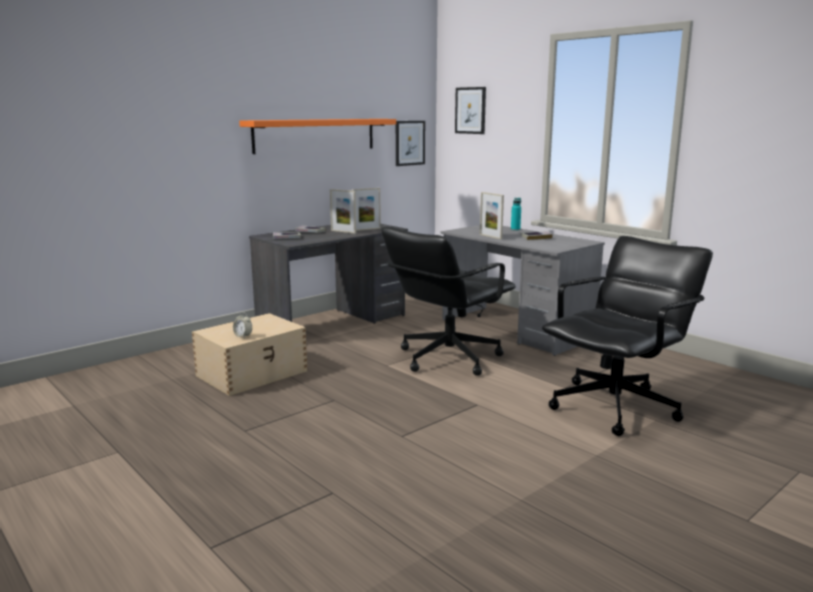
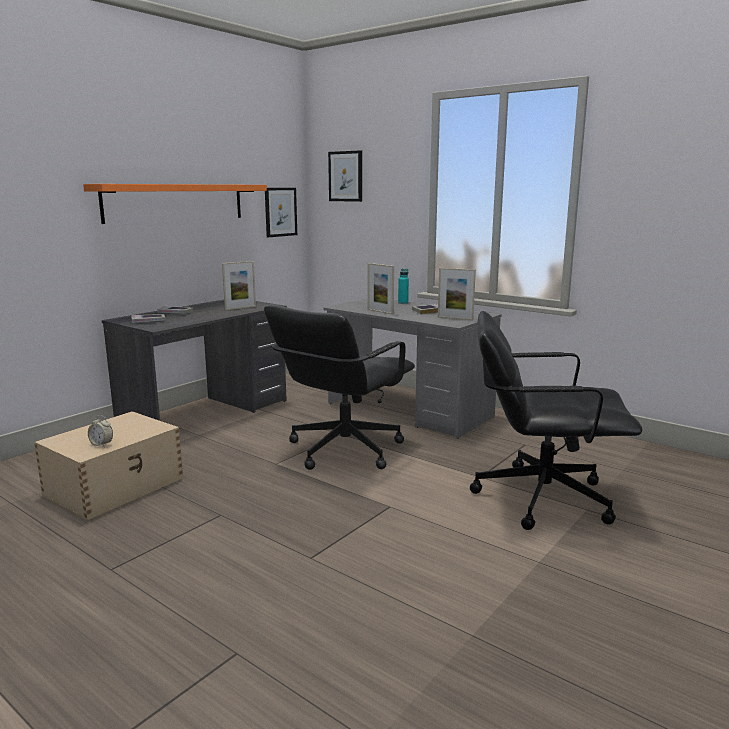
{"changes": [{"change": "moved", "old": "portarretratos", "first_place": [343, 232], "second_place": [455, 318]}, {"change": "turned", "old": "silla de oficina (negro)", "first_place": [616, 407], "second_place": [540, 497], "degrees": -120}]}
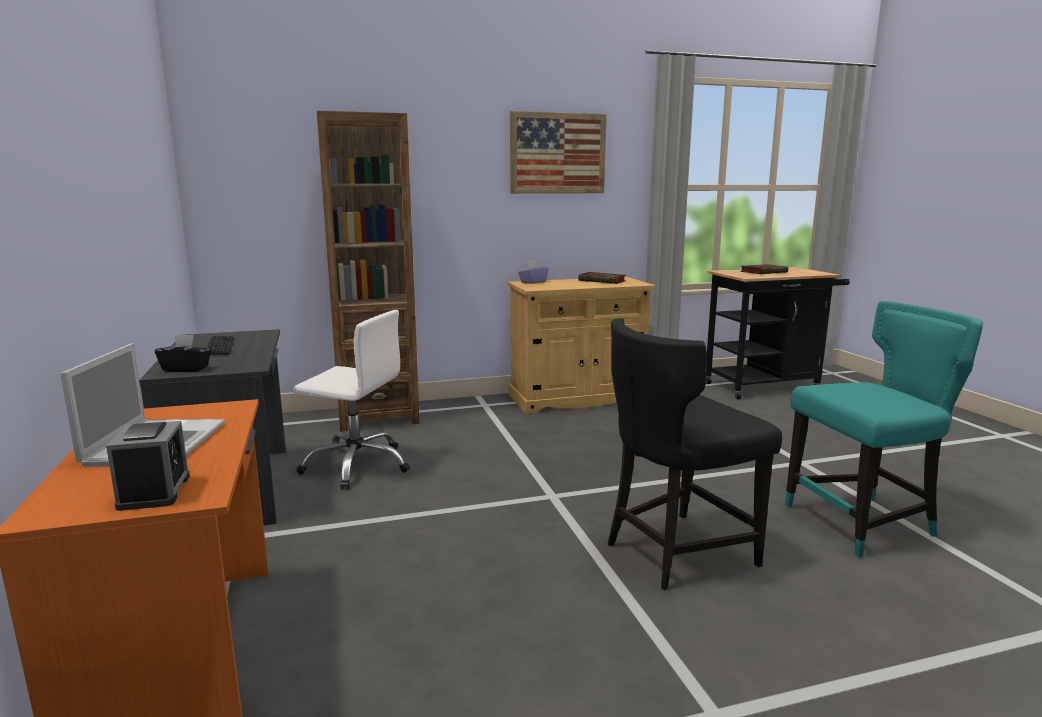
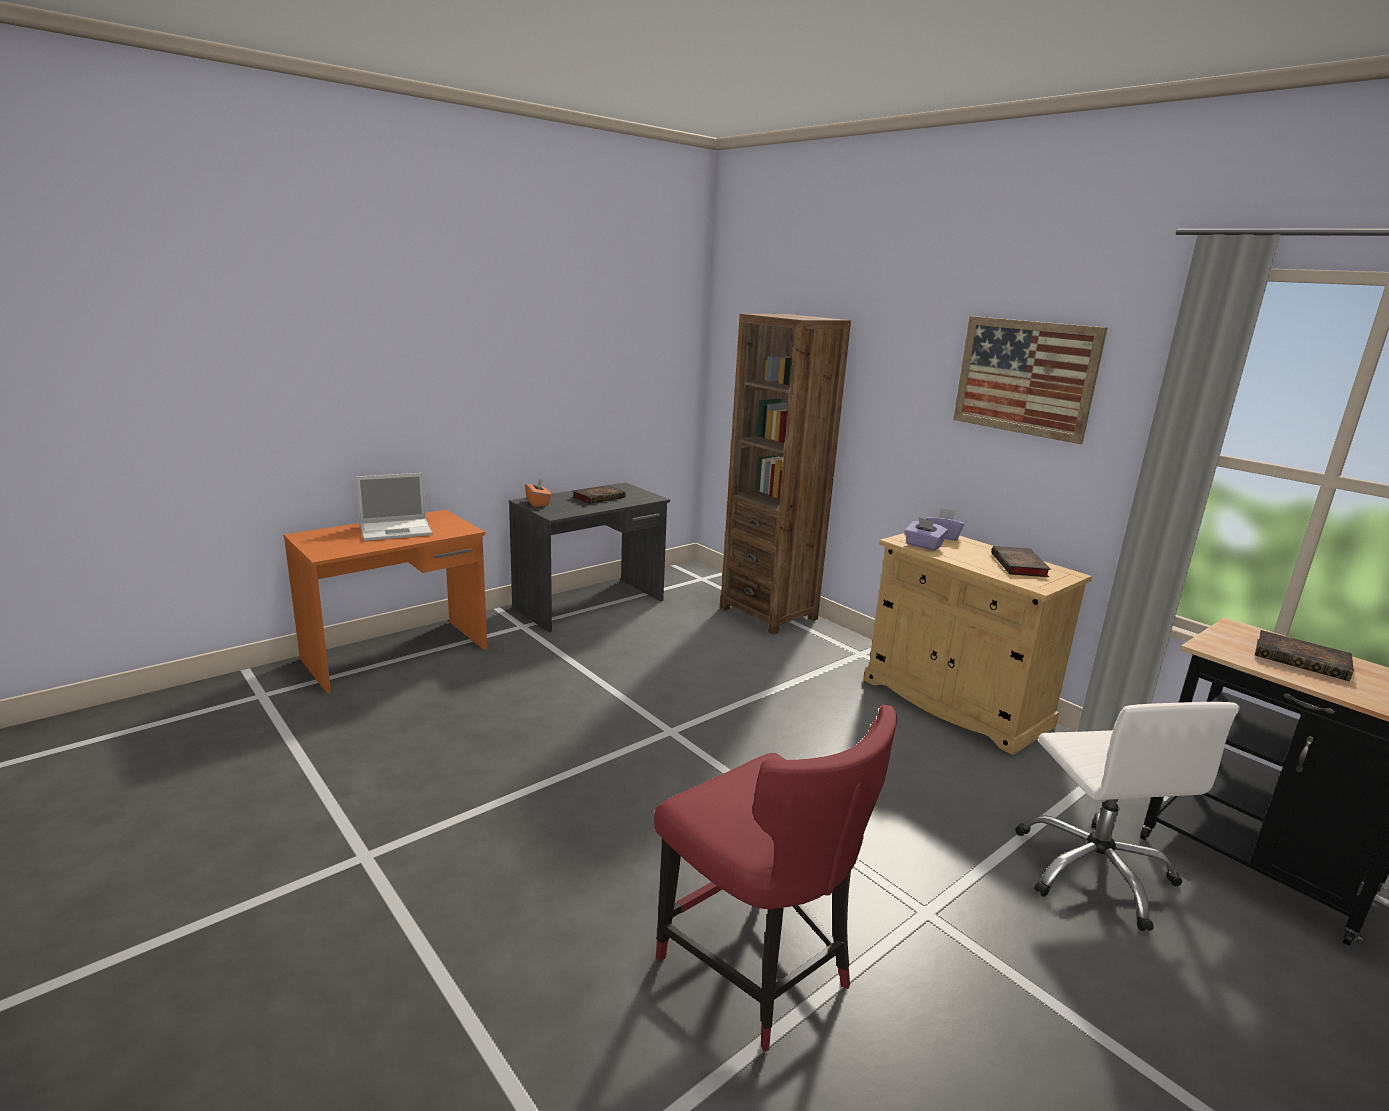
{"changes": [{"change": "removed", "old": "despertador", "first_place": [154, 492]}, {"change": "recoloured", "old": "caja de pañuelos (negro)", "new": "caja de pañuelos (naranja)", "first_place": [186, 369], "second_place": [538, 503]}, {"change": "replaced", "old": "teclado", "new": "libro", "first_place": [220, 347], "second_place": [599, 497]}, {"change": "moved", "old": "silla de oficina (blanco)", "first_place": [357, 465], "second_place": [1094, 871]}, {"change": "removed", "old": "silla (negro)", "first_place": [676, 552]}, {"change": "recoloured", "old": "silla (turquesa)", "new": "silla (rojo)", "first_place": [863, 523], "second_place": [758, 970]}, {"change": "added", "new": "caja de pañuelos (morado)", "second_place": [923, 546]}]}
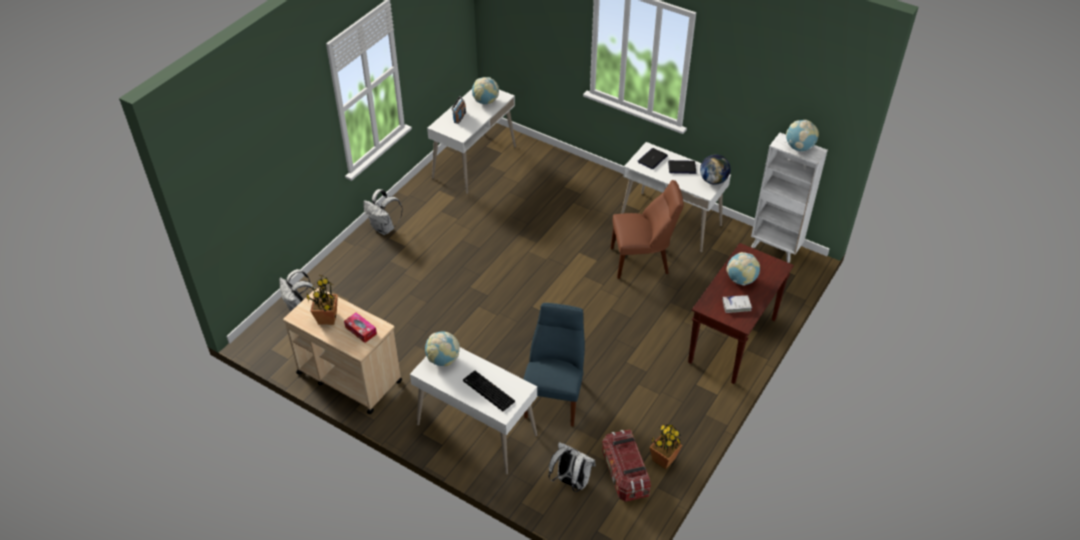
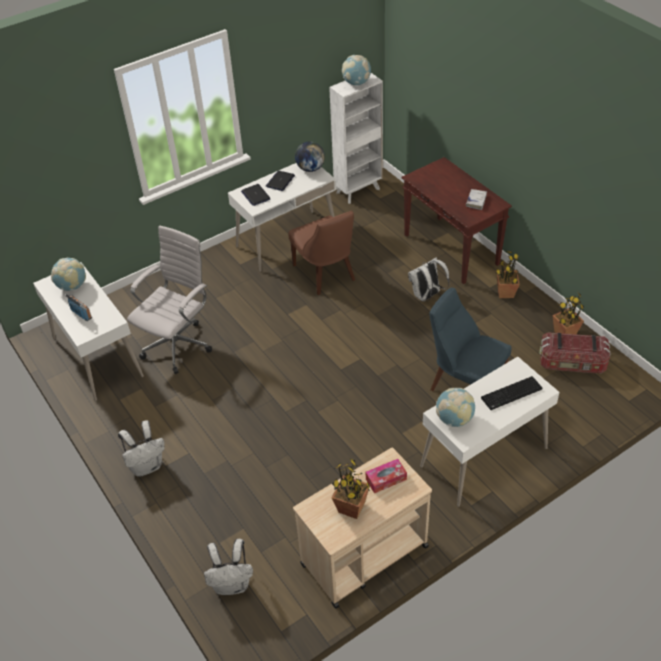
{"changes": [{"change": "moved", "old": "mochila (blanco)", "first_place": [571, 481], "second_place": [426, 296]}, {"change": "turned", "old": "silla (marrón)", "first_place": [642, 261], "second_place": [325, 274], "degrees": 135}, {"change": "removed", "old": "globo terráqueo", "first_place": [741, 280]}, {"change": "added", "new": "silla de oficina (blanco)", "second_place": [179, 344]}, {"change": "added", "new": "planta en maceta", "second_place": [505, 293]}]}
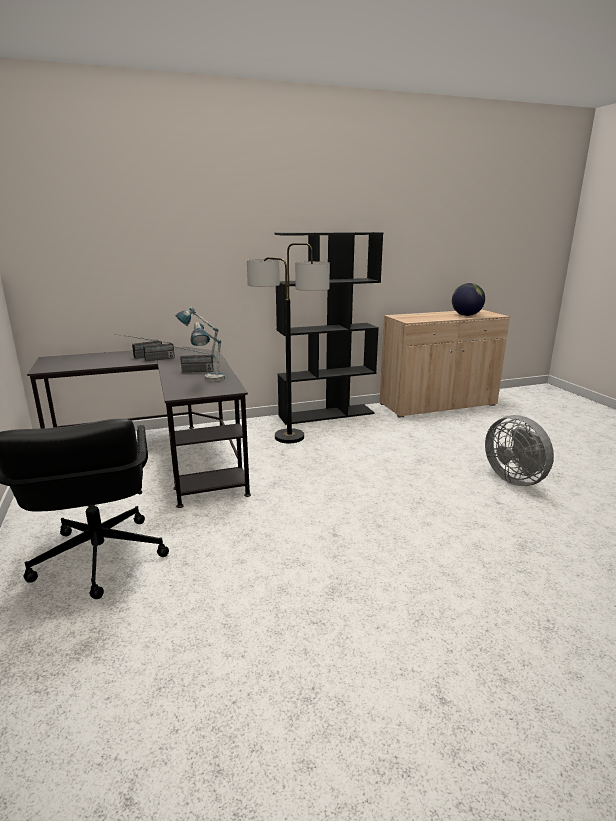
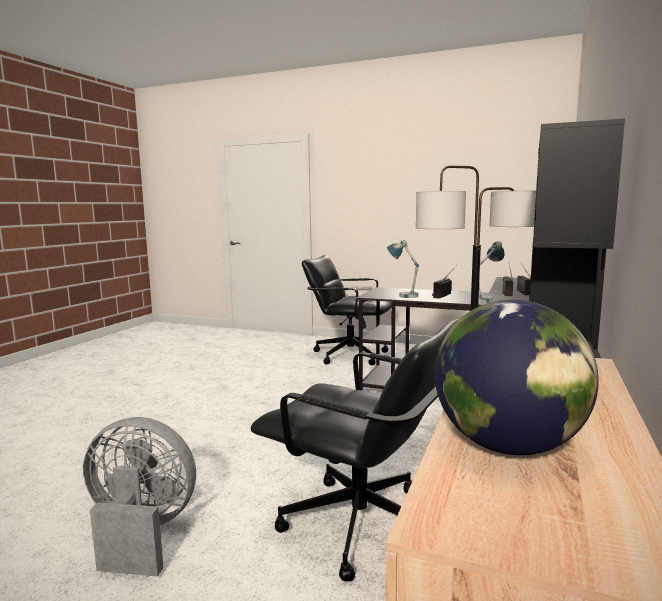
{"changes": [{"change": "added", "new": "silla de oficina (negro)", "second_place": [361, 526]}]}
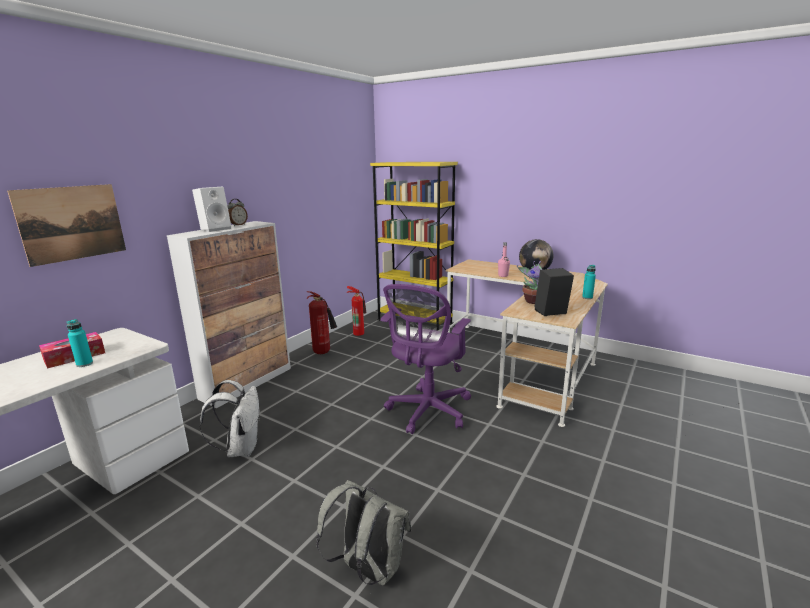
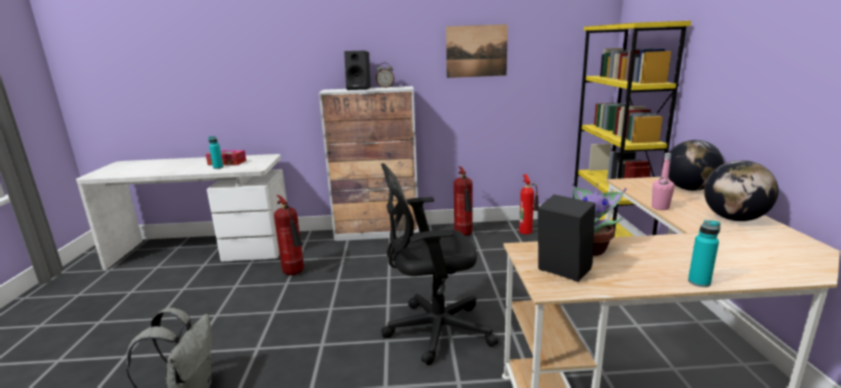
{"changes": [{"change": "moved", "old": "cuadro", "first_place": [72, 223], "second_place": [476, 51]}, {"change": "recoloured", "old": "altavoz (blanco)", "new": "altavoz (negro)", "first_place": [215, 229], "second_place": [360, 89]}, {"change": "replaced", "old": "mochila (blanco)", "new": "extintor", "first_place": [241, 448], "second_place": [295, 273]}, {"change": "recoloured", "old": "silla de oficina (morado)", "new": "silla de oficina (negro)", "first_place": [427, 412], "second_place": [433, 330]}, {"change": "added", "new": "globo terráqueo", "second_place": [689, 189]}]}
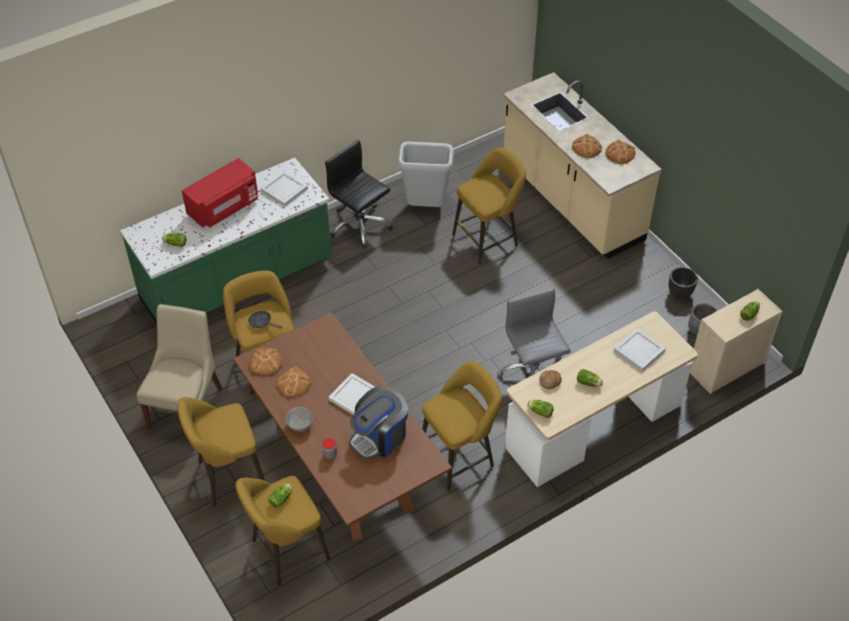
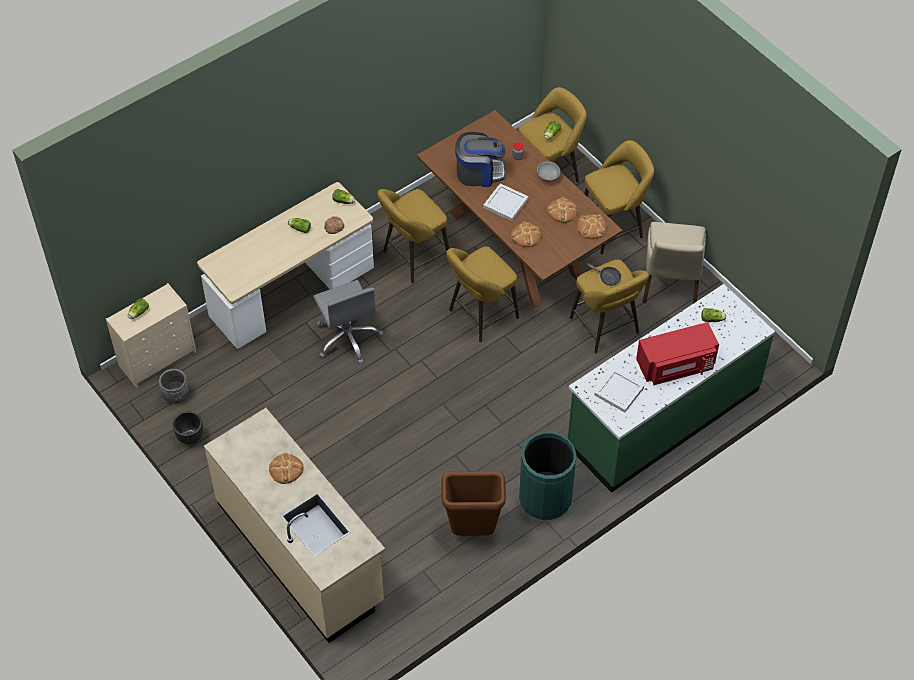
{"changes": [{"change": "turned", "old": "microondas (rojo)", "first_place": [224, 207], "second_place": [676, 365], "degrees": -150}, {"change": "replaced", "old": "silla de oficina (negro)", "new": "papelera (verde)", "first_place": [359, 226], "second_place": [545, 498]}, {"change": "turned", "old": "cafetera", "first_place": [379, 437], "second_place": [479, 172], "degrees": 45}, {"change": "recoloured", "old": "papelera (gris)", "new": "papelera (marrón)", "first_place": [426, 206], "second_place": [472, 532]}, {"change": "moved", "old": "taburete (amarillo)", "first_place": [488, 239], "second_place": [480, 316]}, {"change": "moved", "old": "pan", "first_place": [620, 153], "second_place": [525, 235]}, {"change": "removed", "old": "bandeja (blanco)", "first_place": [639, 350]}]}
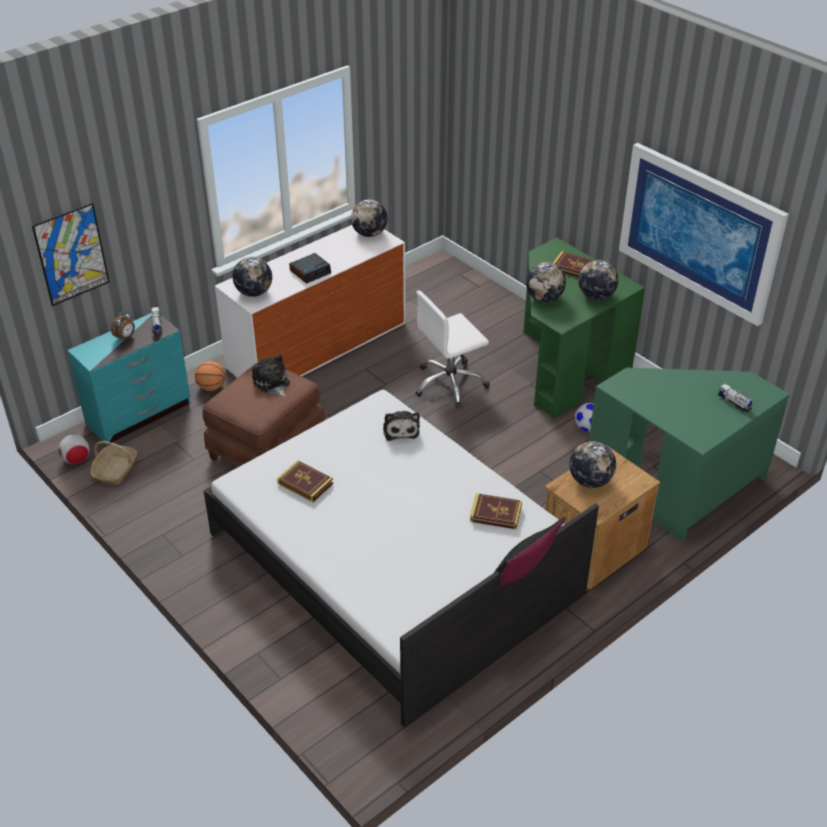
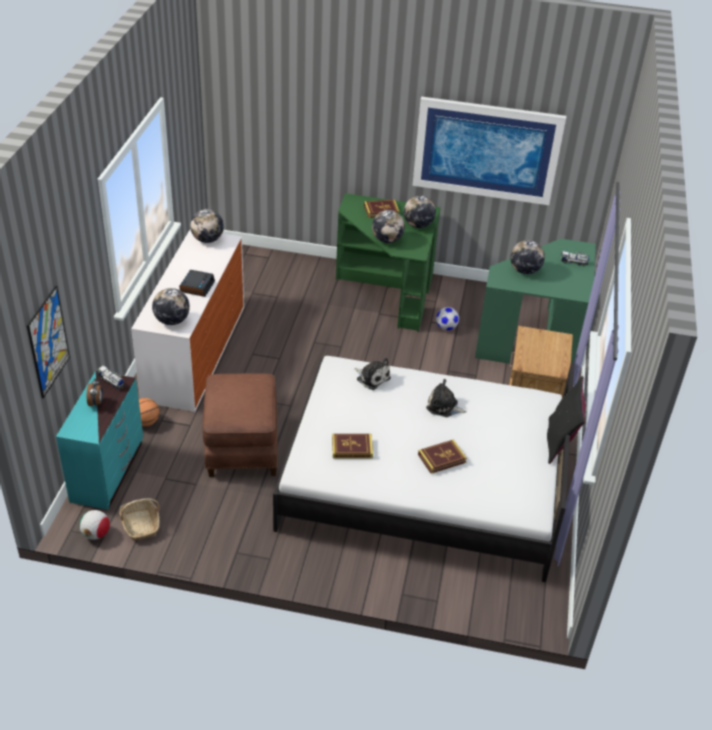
{"changes": [{"change": "moved", "old": "peluche", "first_place": [272, 383], "second_place": [444, 407]}, {"change": "removed", "old": "silla de oficina (blanco)", "first_place": [450, 384]}, {"change": "moved", "old": "libro", "first_place": [495, 513], "second_place": [442, 458]}, {"change": "moved", "old": "globo terráqueo", "first_place": [590, 481], "second_place": [524, 271]}]}
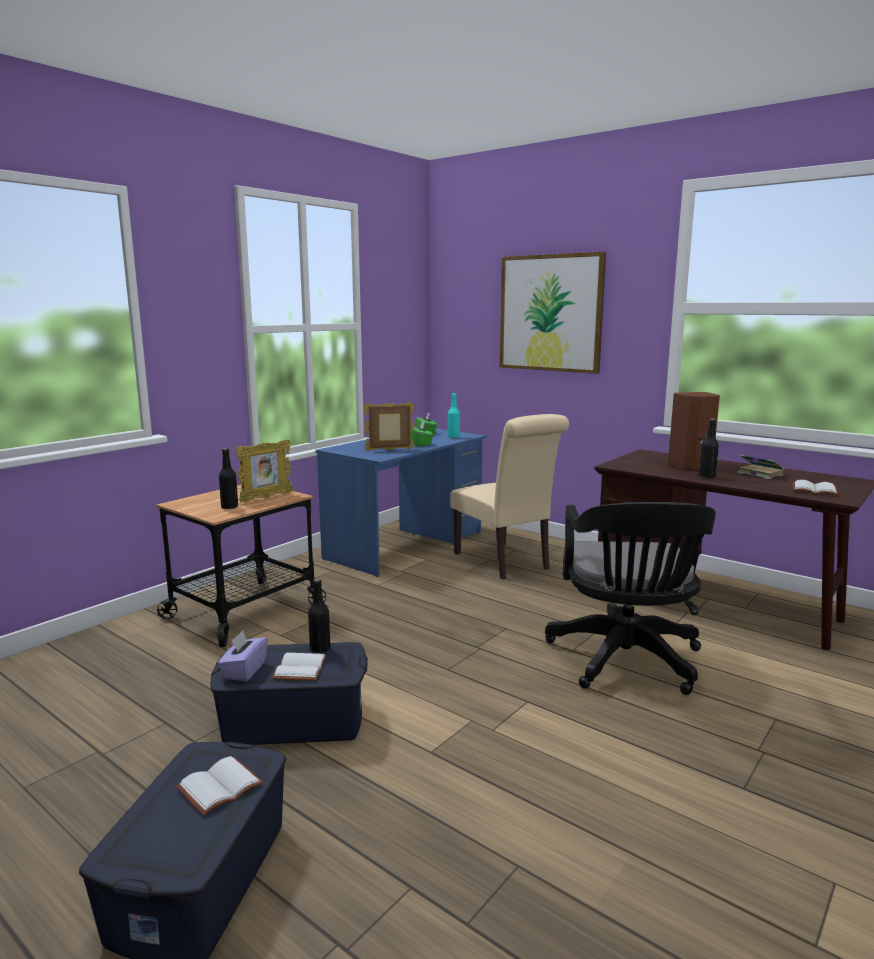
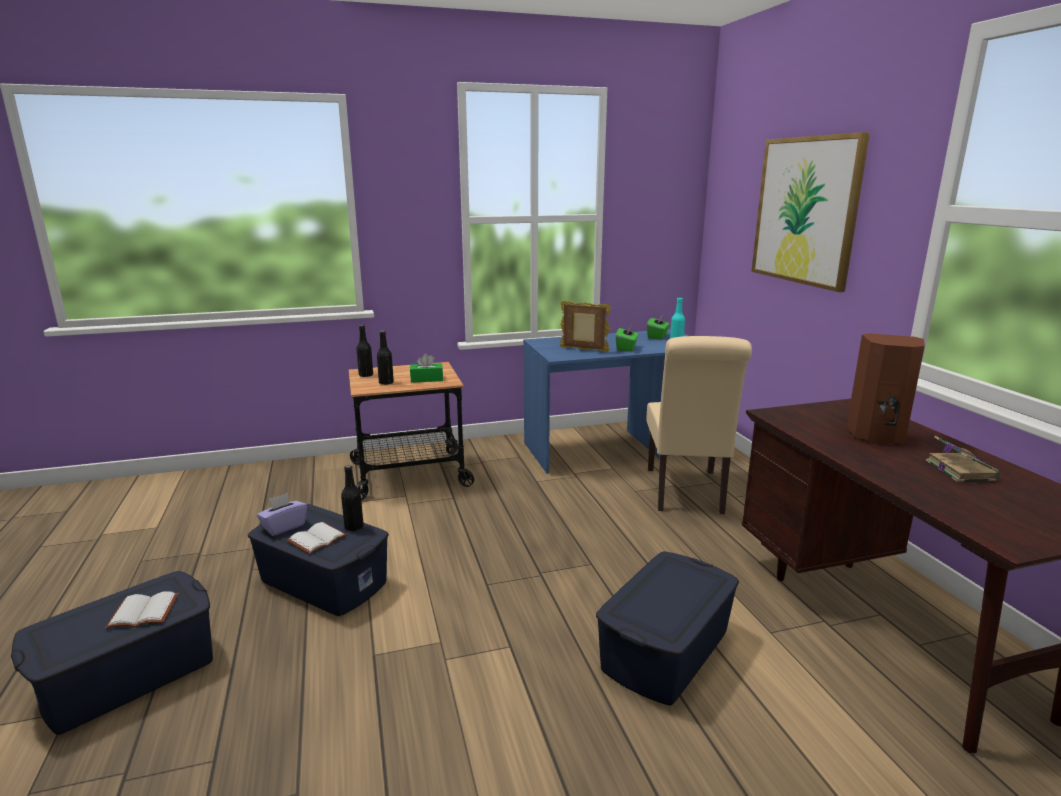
{"changes": [{"change": "replaced", "old": "portarretratos", "new": "caja de pañuelos (verde)", "first_place": [266, 497], "second_place": [426, 379]}, {"change": "replaced", "old": "silla de oficina (negro)", "new": "caja de almacenaje (azul)", "first_place": [627, 662], "second_place": [664, 650]}, {"change": "moved", "old": "botella (negro)", "first_place": [707, 476], "second_place": [366, 375]}, {"change": "removed", "old": "libro (blanco)", "first_place": [813, 490]}]}
